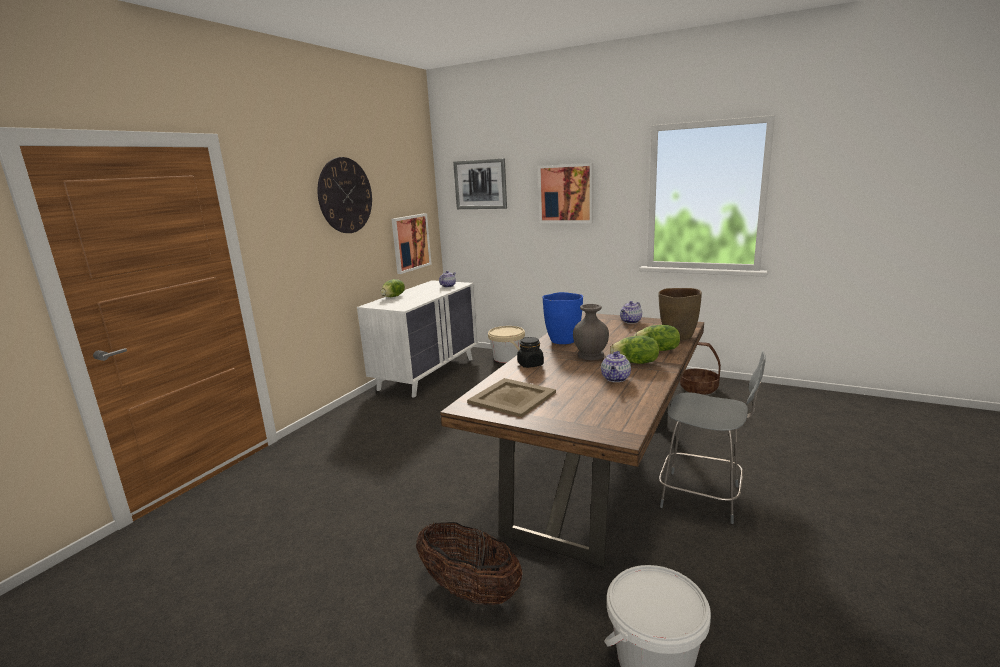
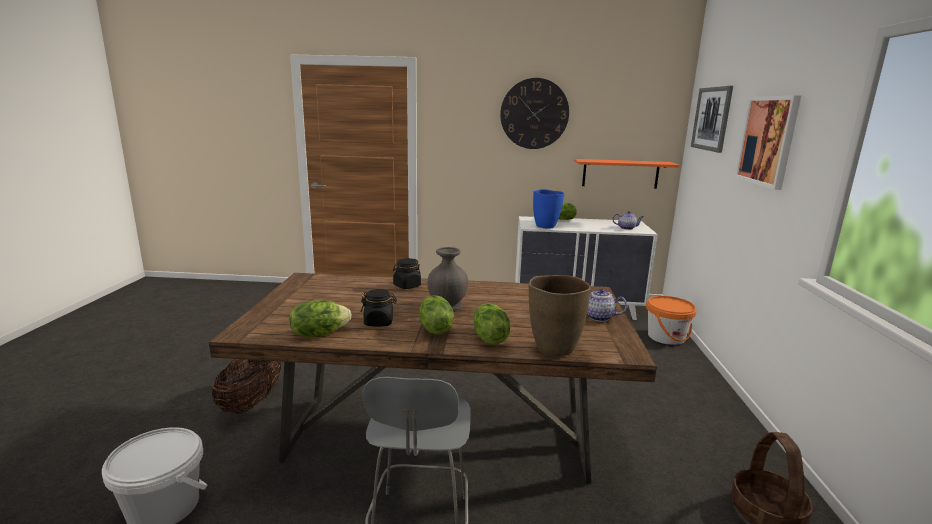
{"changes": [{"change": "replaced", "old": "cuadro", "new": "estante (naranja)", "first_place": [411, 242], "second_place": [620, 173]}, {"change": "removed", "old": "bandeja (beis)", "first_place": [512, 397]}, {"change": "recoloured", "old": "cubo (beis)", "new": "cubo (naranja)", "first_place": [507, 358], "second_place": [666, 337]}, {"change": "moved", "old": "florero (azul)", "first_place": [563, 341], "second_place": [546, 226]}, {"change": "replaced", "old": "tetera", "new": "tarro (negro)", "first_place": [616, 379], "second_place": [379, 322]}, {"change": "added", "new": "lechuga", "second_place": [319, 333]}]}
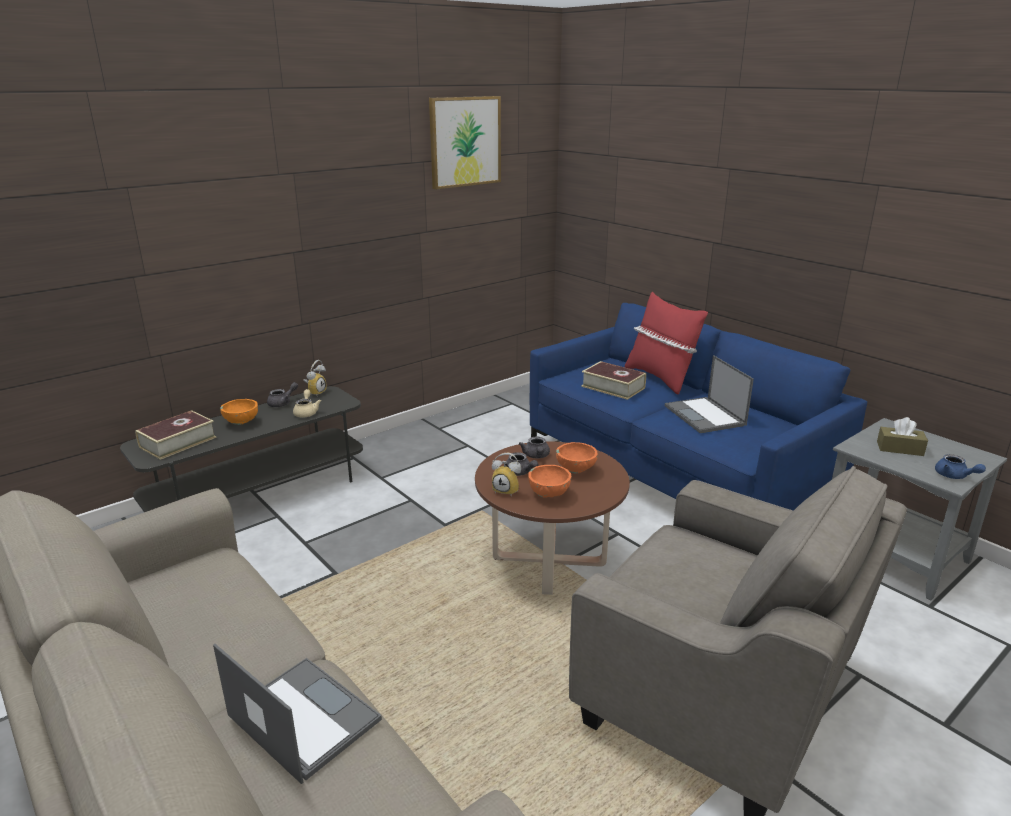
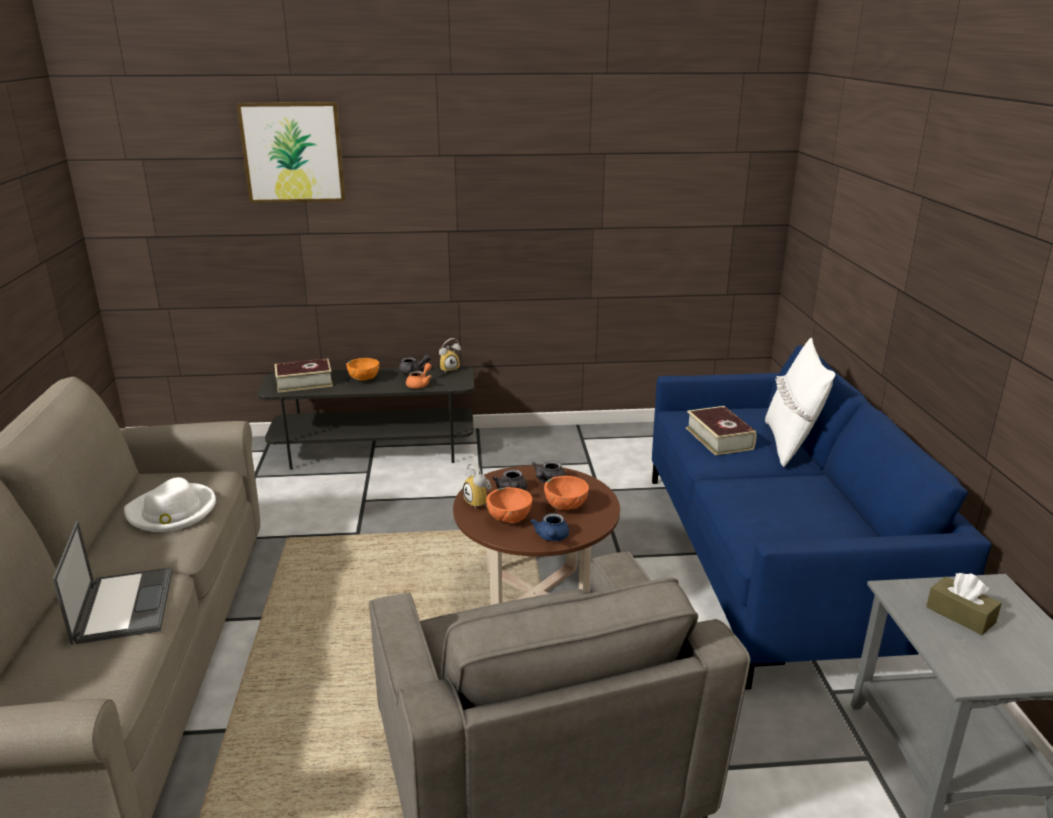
{"changes": [{"change": "recoloured", "old": "tetera (beis)", "new": "tetera (naranja)", "first_place": [306, 412], "second_place": [420, 384]}, {"change": "moved", "old": "cuadro", "first_place": [465, 142], "second_place": [293, 152]}, {"change": "recoloured", "old": "cojín (rojo)", "new": "cojín (blanco)", "first_place": [660, 378], "second_place": [790, 444]}, {"change": "removed", "old": "portátil", "first_place": [705, 416]}, {"change": "moved", "old": "tetera (azul)", "first_place": [954, 476], "second_place": [551, 538]}, {"change": "added", "new": "sombrero (blanco)", "second_place": [172, 512]}]}
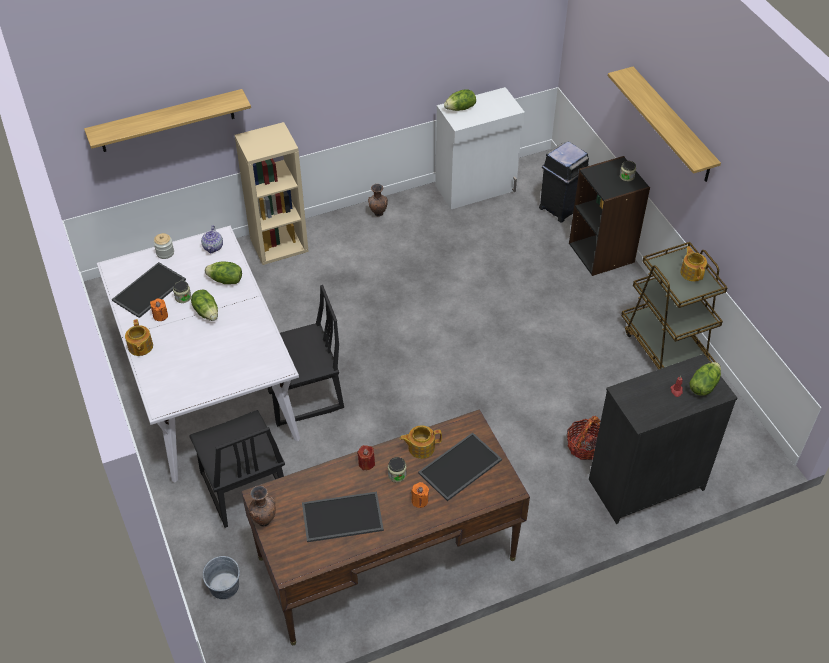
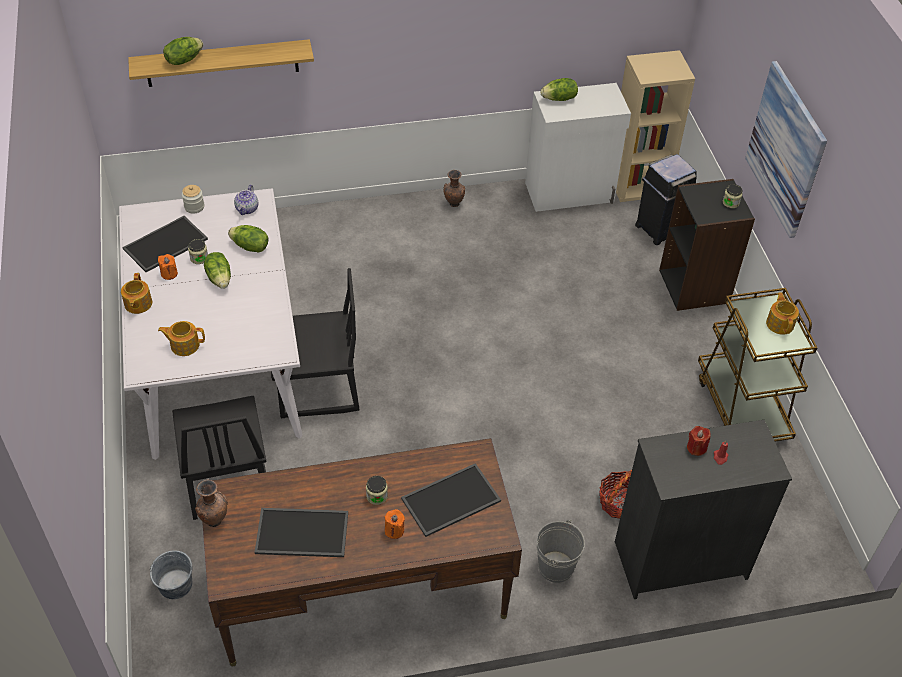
{"changes": [{"change": "moved", "old": "estantería (beis)", "first_place": [279, 244], "second_place": [638, 184]}, {"change": "moved", "old": "vela (rojo)", "first_place": [366, 463], "second_place": [696, 448]}, {"change": "moved", "old": "tetera", "first_place": [420, 447], "second_place": [184, 345]}, {"change": "replaced", "old": "estante", "new": "cuadro", "first_place": [672, 125], "second_place": [786, 149]}, {"change": "moved", "old": "lechuga", "first_place": [703, 386], "second_place": [184, 60]}, {"change": "added", "new": "cubo (gris)", "second_place": [556, 567]}]}
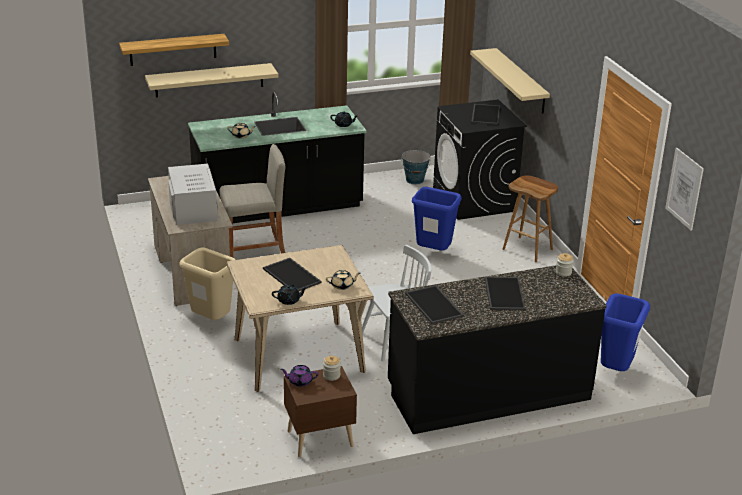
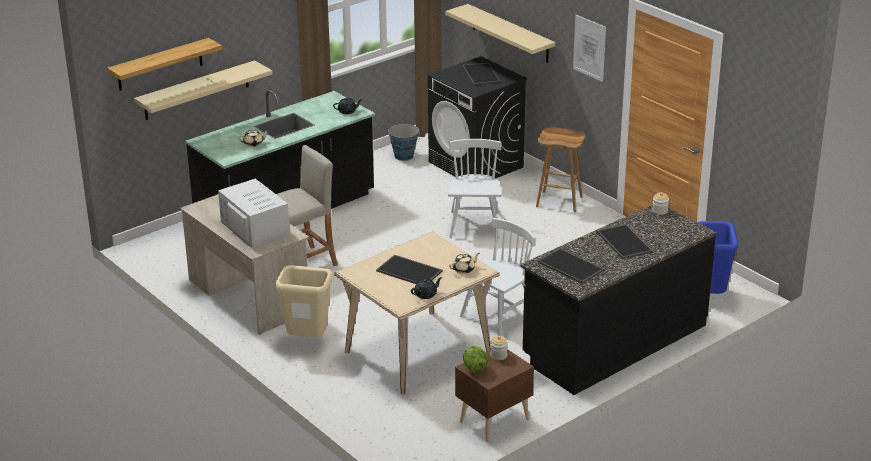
{"changes": [{"change": "replaced", "old": "tetera (morado)", "new": "lechuga", "first_place": [300, 381], "second_place": [474, 368]}, {"change": "replaced", "old": "papelera (azul)", "new": "silla (blanco)", "first_place": [433, 253], "second_place": [474, 225]}, {"change": "moved", "old": "cuadro", "first_place": [684, 188], "second_place": [589, 48]}]}
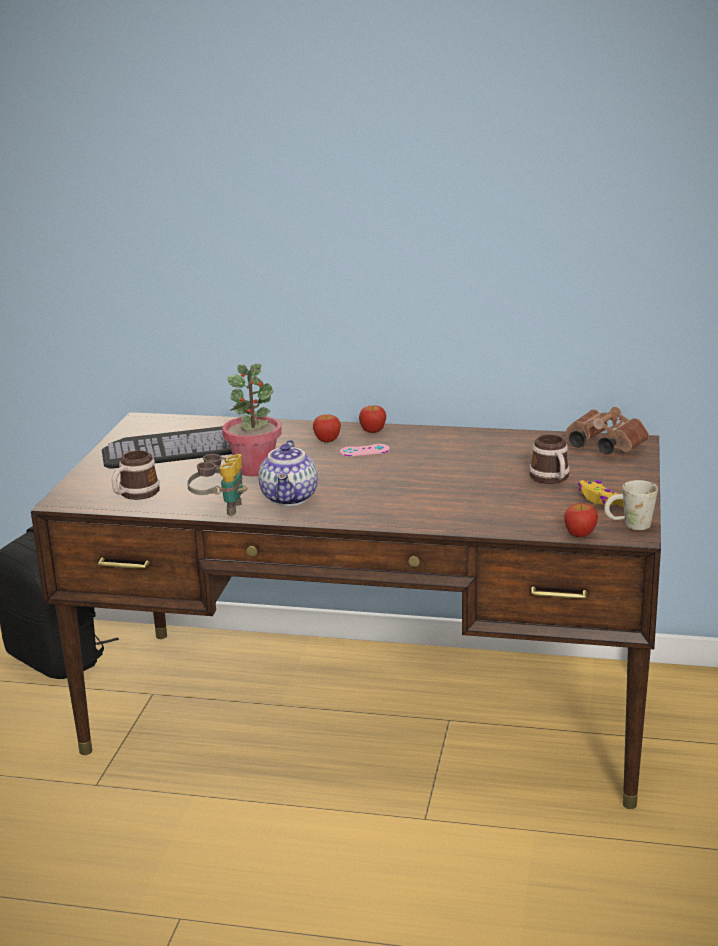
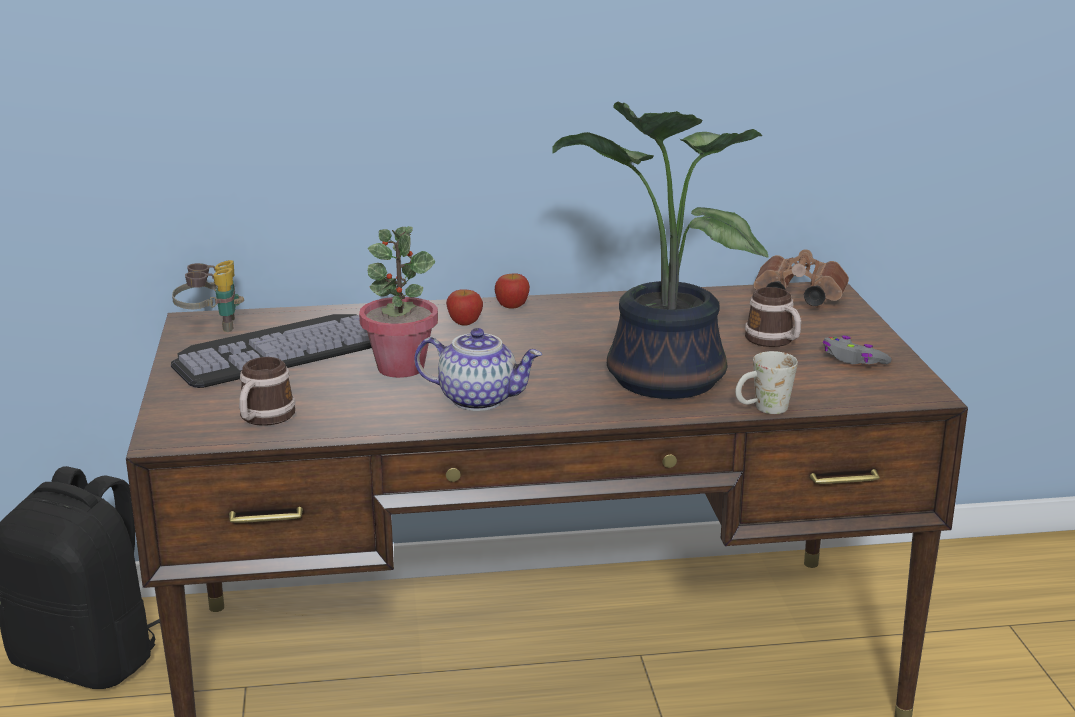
{"changes": [{"change": "moved", "old": "prismáticos", "first_place": [220, 509], "second_place": [211, 326]}, {"change": "turned", "old": "tetera", "first_place": [290, 498], "second_place": [479, 399], "degrees": -60}, {"change": "removed", "old": "mando de consola (rosa)", "first_place": [364, 450]}, {"change": "removed", "old": "manzana", "first_place": [580, 534]}, {"change": "recoloured", "old": "mando de consola (amarillo)", "new": "mando de consola (gris)", "first_place": [602, 500], "second_place": [853, 360]}, {"change": "moved", "old": "taza grande (blanco)", "first_place": [629, 525], "second_place": [762, 409]}, {"change": "added", "new": "planta en maceta", "second_place": [658, 380]}]}
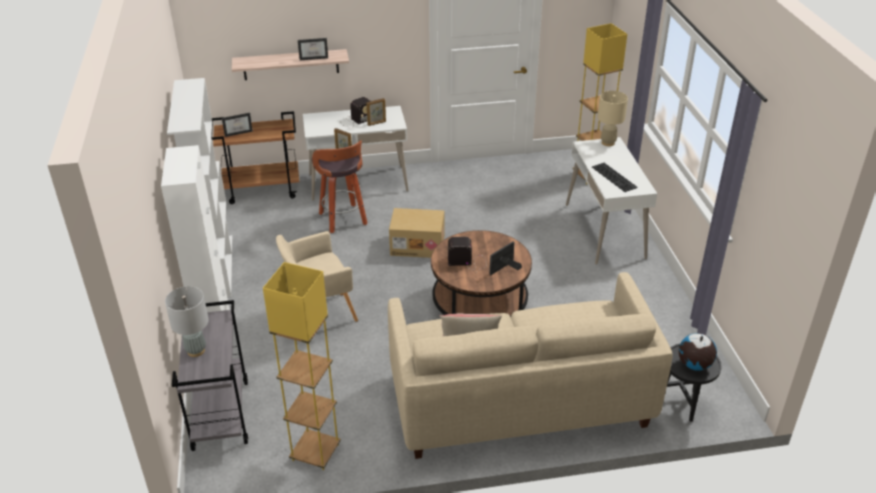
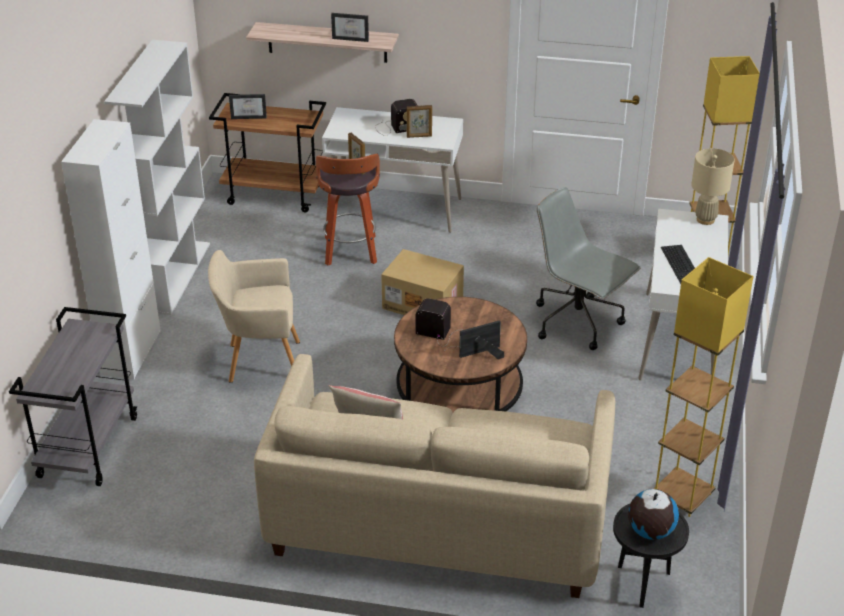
{"changes": [{"change": "removed", "old": "lámpara de mesa (gris)", "first_place": [196, 351]}, {"change": "moved", "old": "lámpara de pie (amarillo)", "first_place": [315, 452], "second_place": [682, 495]}, {"change": "added", "new": "silla de oficina (gris)", "second_place": [578, 323]}]}
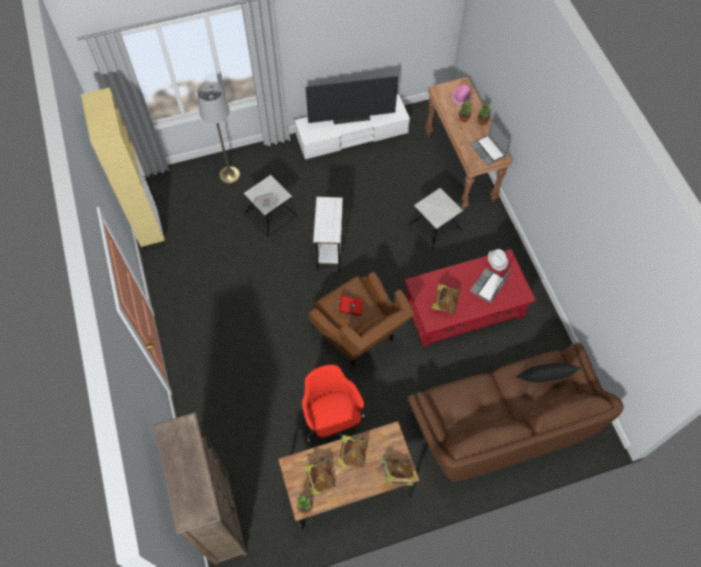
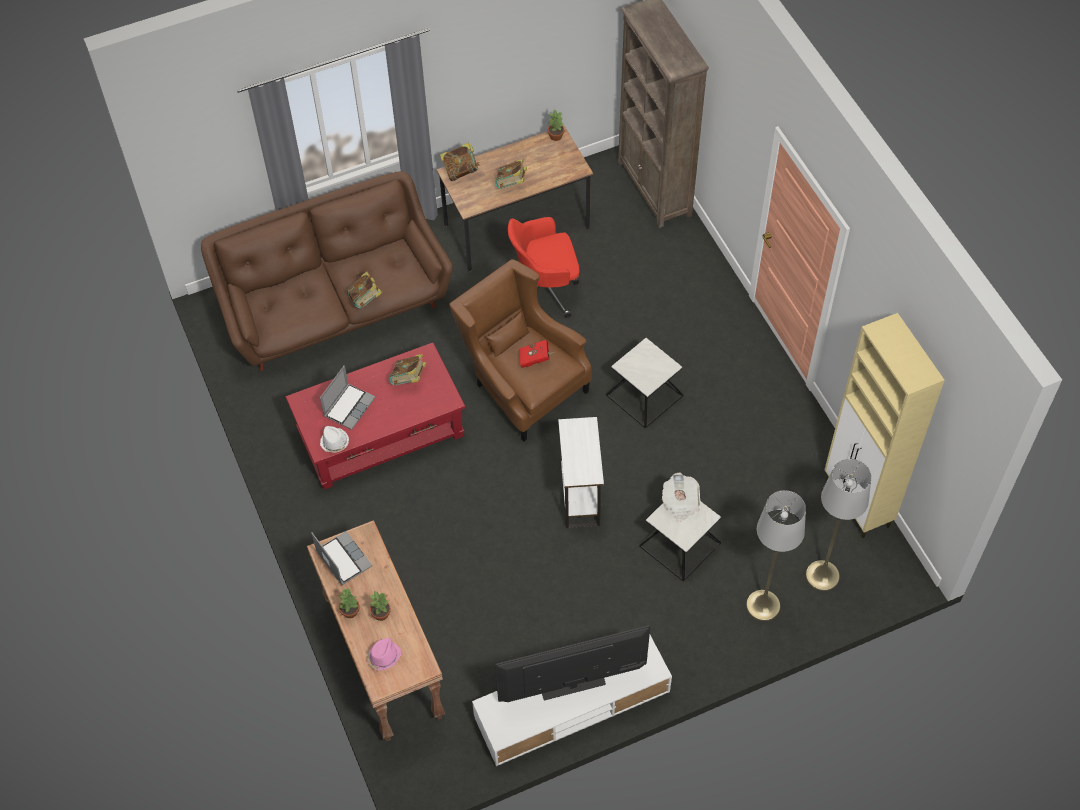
{"changes": [{"change": "turned", "old": "silla de oficina (rojo)", "first_place": [332, 419], "second_place": [544, 289], "degrees": 105}, {"change": "moved", "old": "libro", "first_place": [320, 479], "second_place": [365, 299]}, {"change": "moved", "old": "mesa auxiliar", "first_place": [434, 227], "second_place": [645, 395]}, {"change": "removed", "old": "cojín (negro)", "first_place": [542, 381]}, {"change": "added", "new": "lámpara de pie (gris)", "second_place": [822, 575]}]}
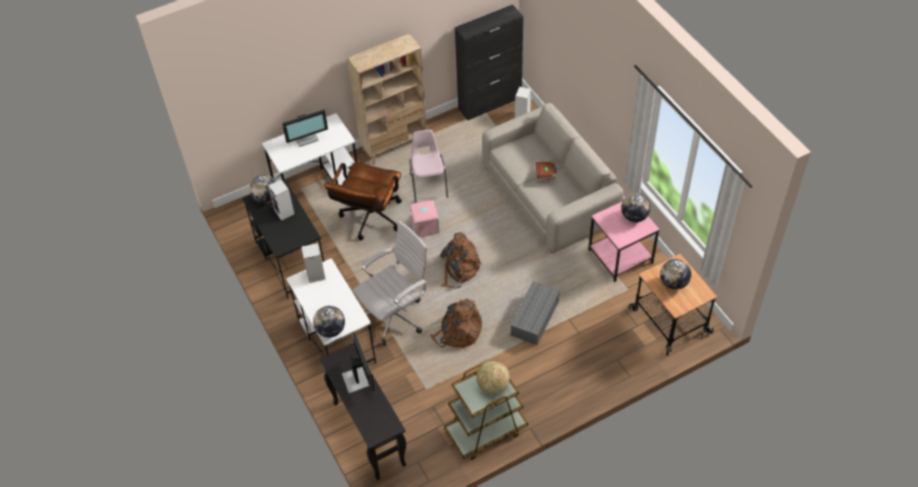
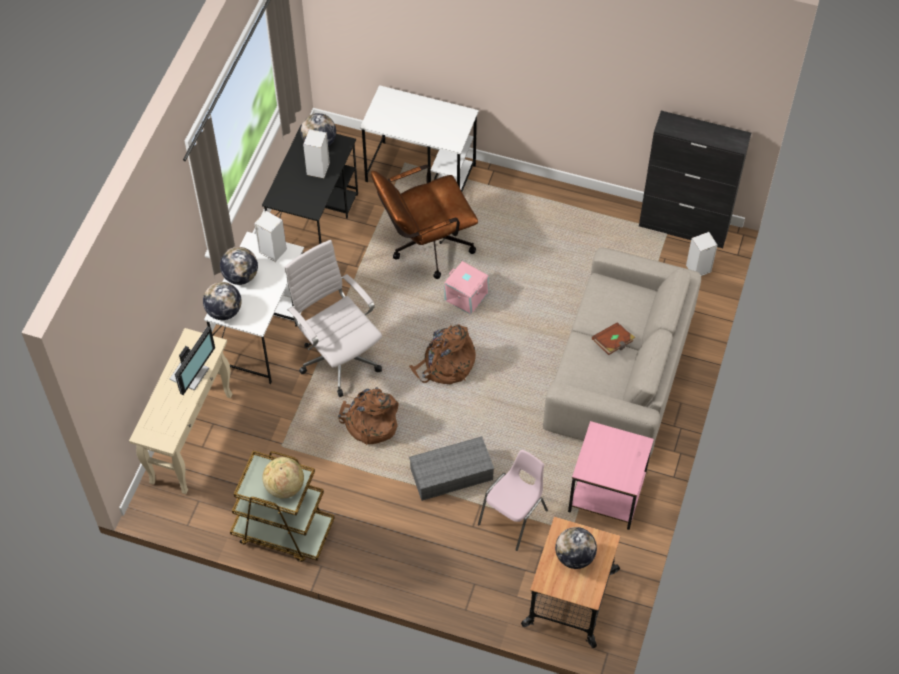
{"changes": [{"change": "removed", "old": "monitor", "first_place": [306, 137]}, {"change": "recoloured", "old": "mesa consola (negro)", "new": "mesa consola (beis)", "first_place": [368, 433], "second_place": [191, 437]}, {"change": "removed", "old": "estantería (beis)", "first_place": [395, 146]}, {"change": "turned", "old": "silla de oficina (blanco)", "first_place": [396, 316], "second_place": [338, 357], "degrees": -135}, {"change": "moved", "old": "silla (rosa)", "first_place": [428, 185], "second_place": [514, 517]}, {"change": "moved", "old": "globo terráqueo", "first_place": [634, 217], "second_place": [240, 276]}]}
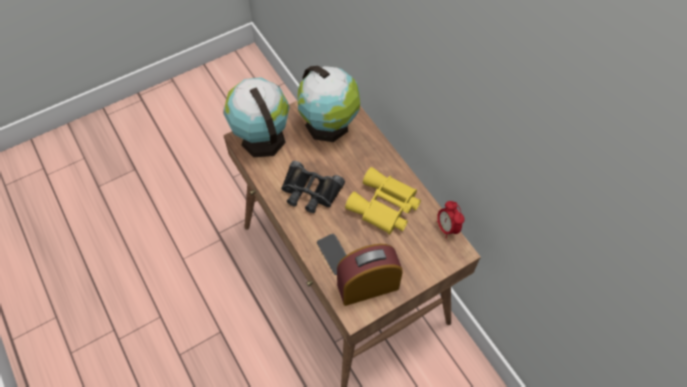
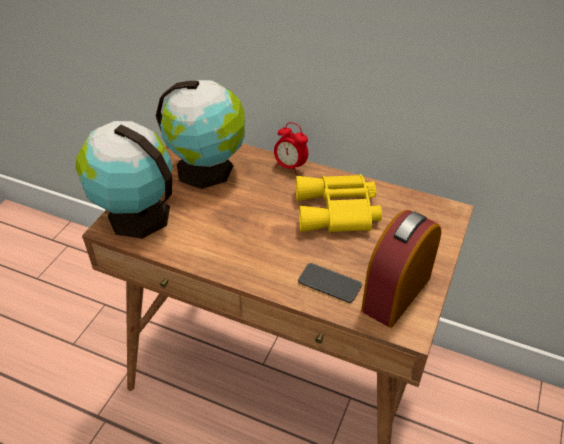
{"changes": [{"change": "removed", "old": "prismáticos (negro)", "first_place": [310, 191]}, {"change": "moved", "old": "despertador", "first_place": [447, 228], "second_place": [290, 167]}]}
